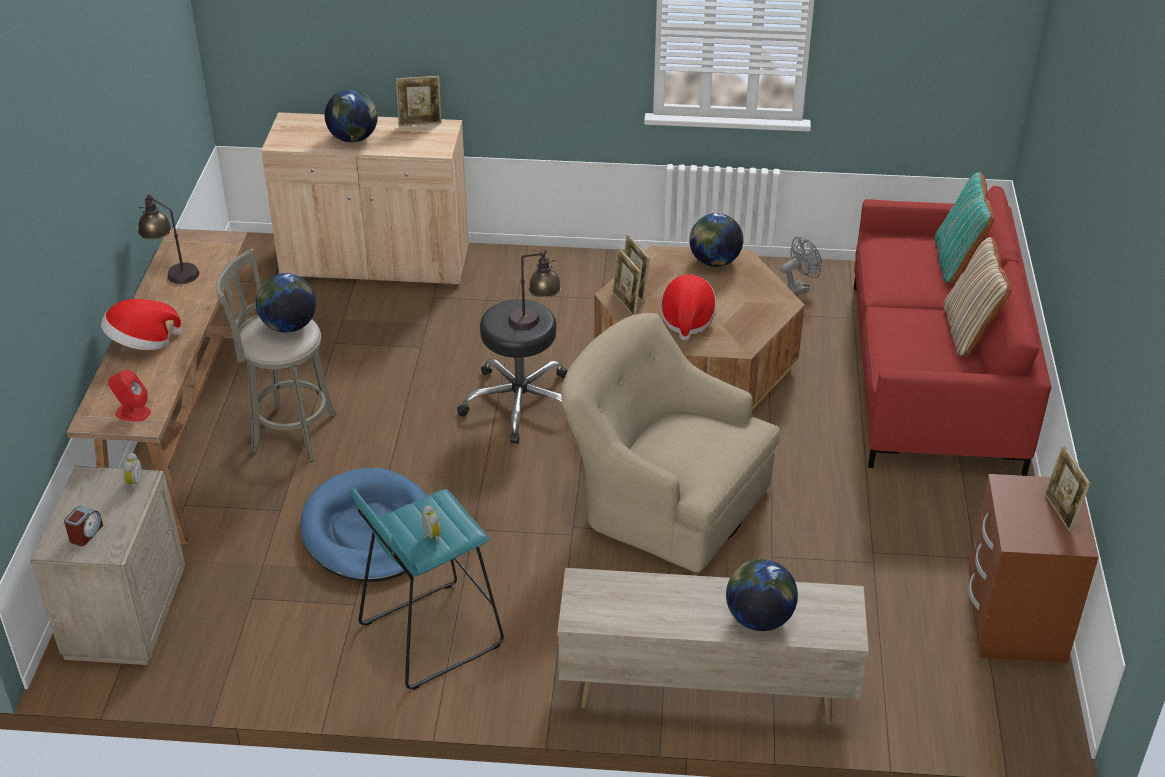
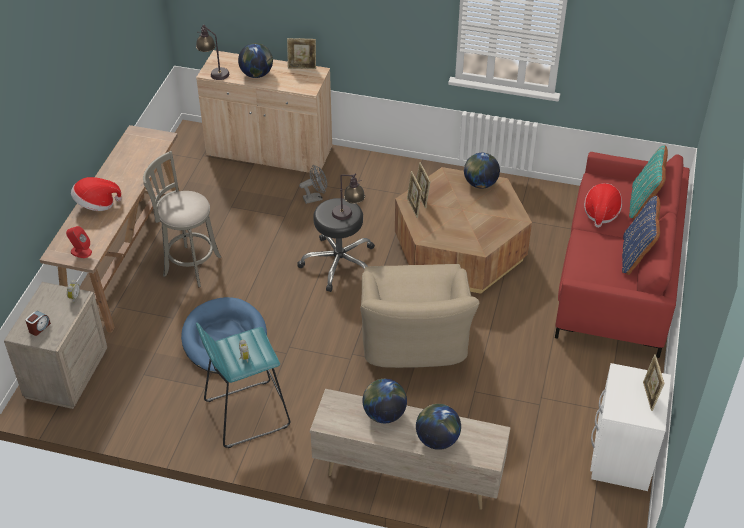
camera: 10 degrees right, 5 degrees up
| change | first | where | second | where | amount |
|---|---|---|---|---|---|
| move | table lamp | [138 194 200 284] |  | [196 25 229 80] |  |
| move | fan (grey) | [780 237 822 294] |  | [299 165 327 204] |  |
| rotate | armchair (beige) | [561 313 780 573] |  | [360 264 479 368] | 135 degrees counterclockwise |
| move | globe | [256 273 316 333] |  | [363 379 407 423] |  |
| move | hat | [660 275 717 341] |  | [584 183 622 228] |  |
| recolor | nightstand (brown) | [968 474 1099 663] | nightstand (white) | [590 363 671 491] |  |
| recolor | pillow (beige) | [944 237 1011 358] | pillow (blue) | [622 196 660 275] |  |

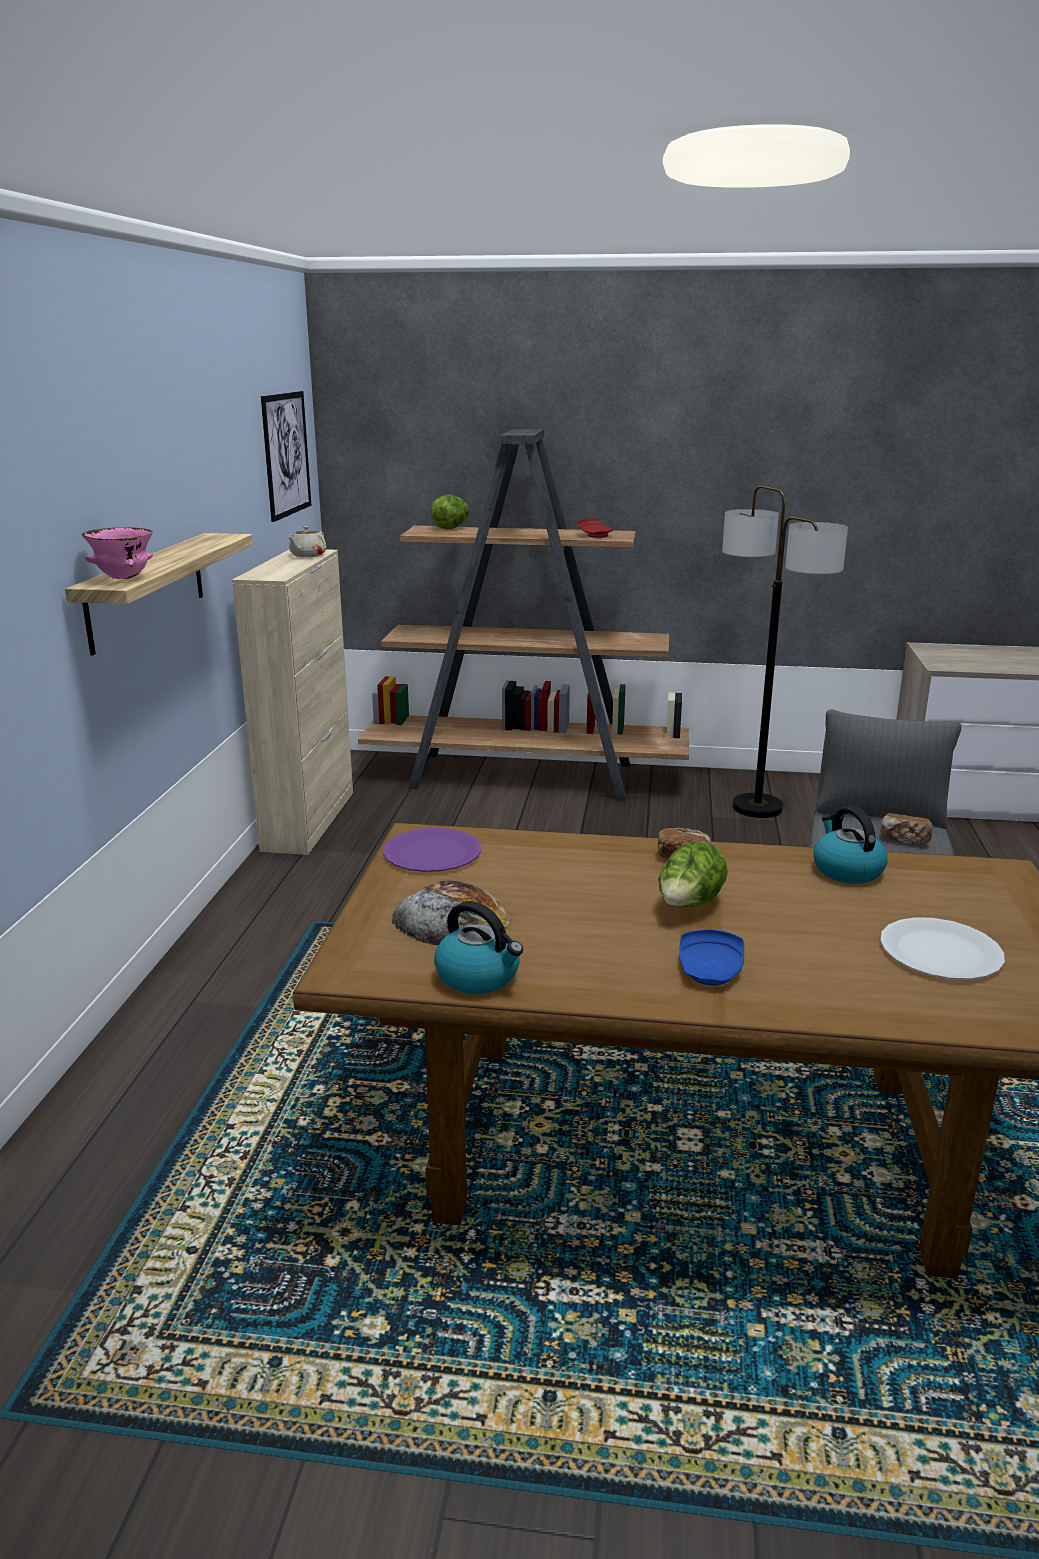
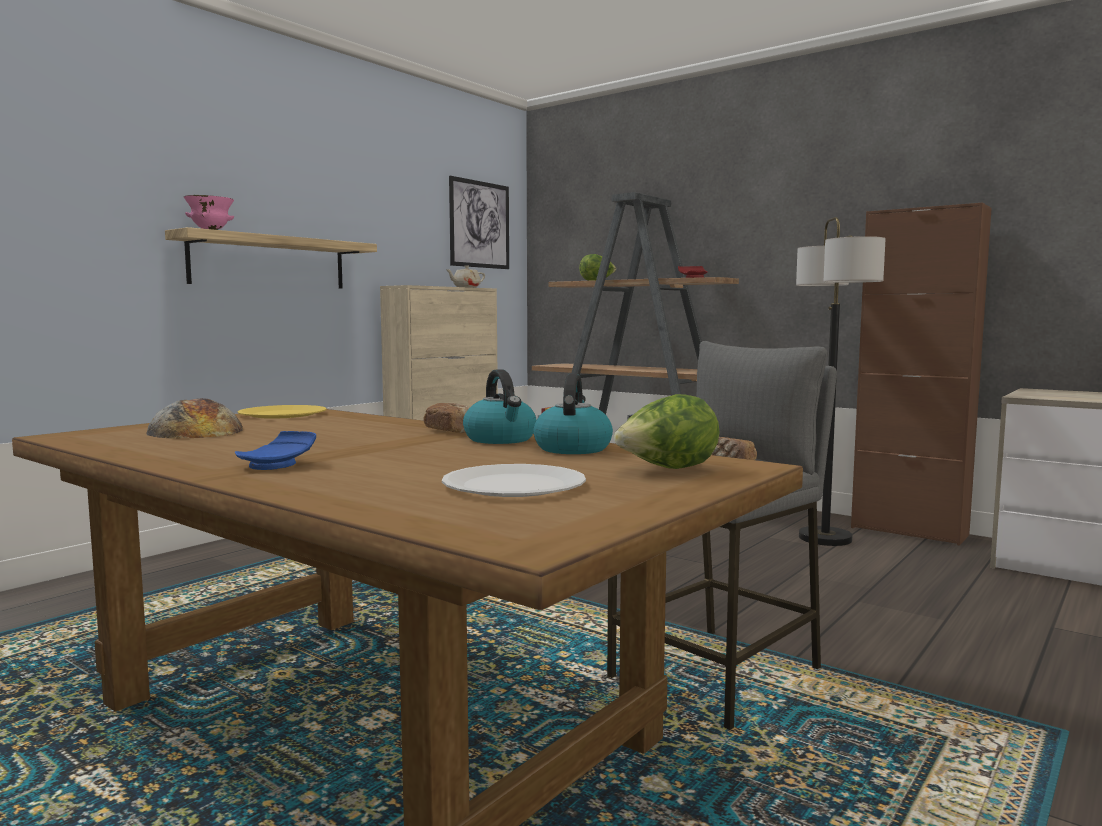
camera: 30 degrees right, 15 degrees down
| change | first | where | second | where | amount |
|---|---|---|---|---|---|
| recolor | plate (purple) | [383 828 481 872] | plate (yellow) | [237 405 326 419] |  |
| move | kettle | [434 901 523 994] |  | [463 369 536 444] |  |
| move | lettuce | [659 842 728 907] |  | [614 394 719 469] |  |
| insert |  |  | cabinet (brown) | [851 203 992 546] |  |

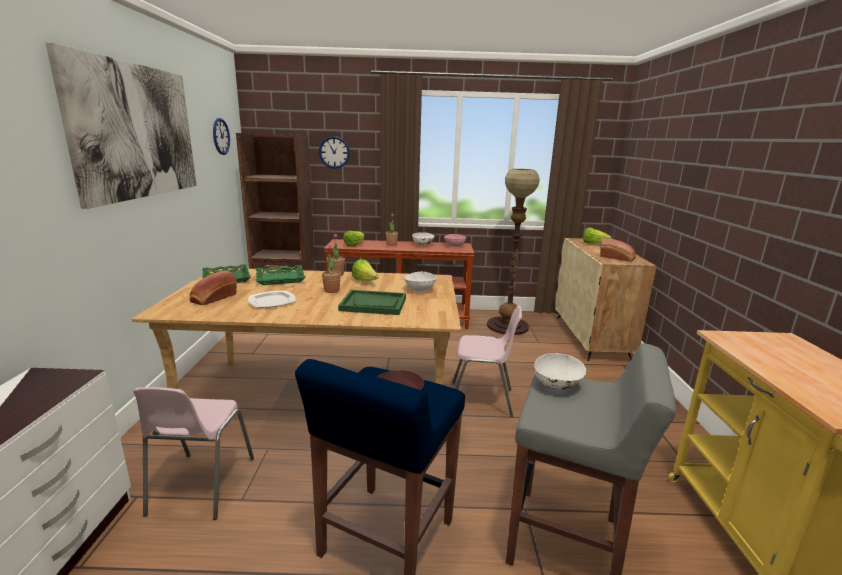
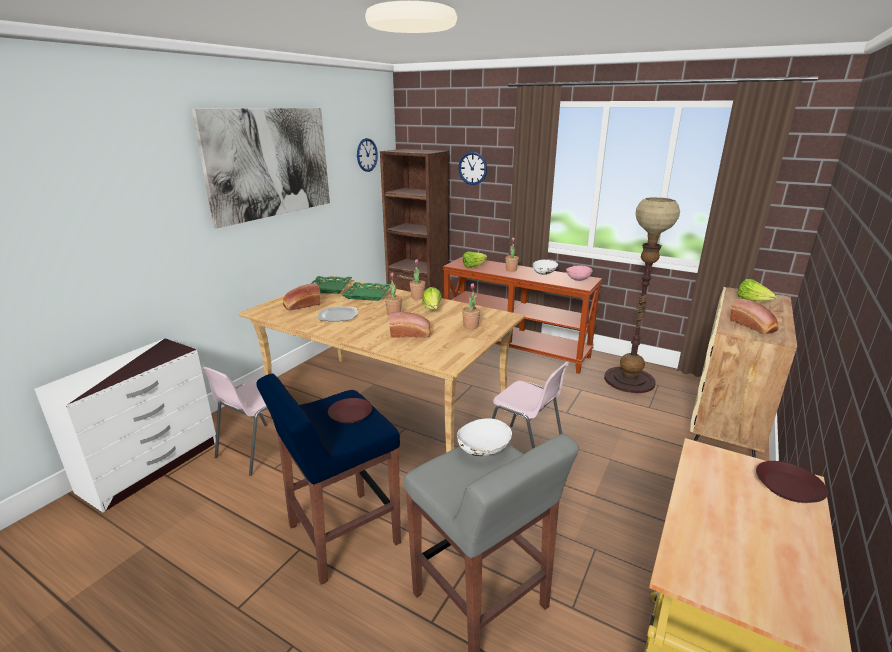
camera: 30 degrees right, 5 degrees up
| change | first | where | second | where | amount |
|---|---|---|---|---|---|
| replace | tray (green) | [338 290 406 315] | bread | [389 312 431 338] |  |
| replace | bowl (white) | [404 272 437 291] | potted plant | [462 283 480 329] |  |
| insert |  |  | plate (brown) | [756 461 828 503] |  |

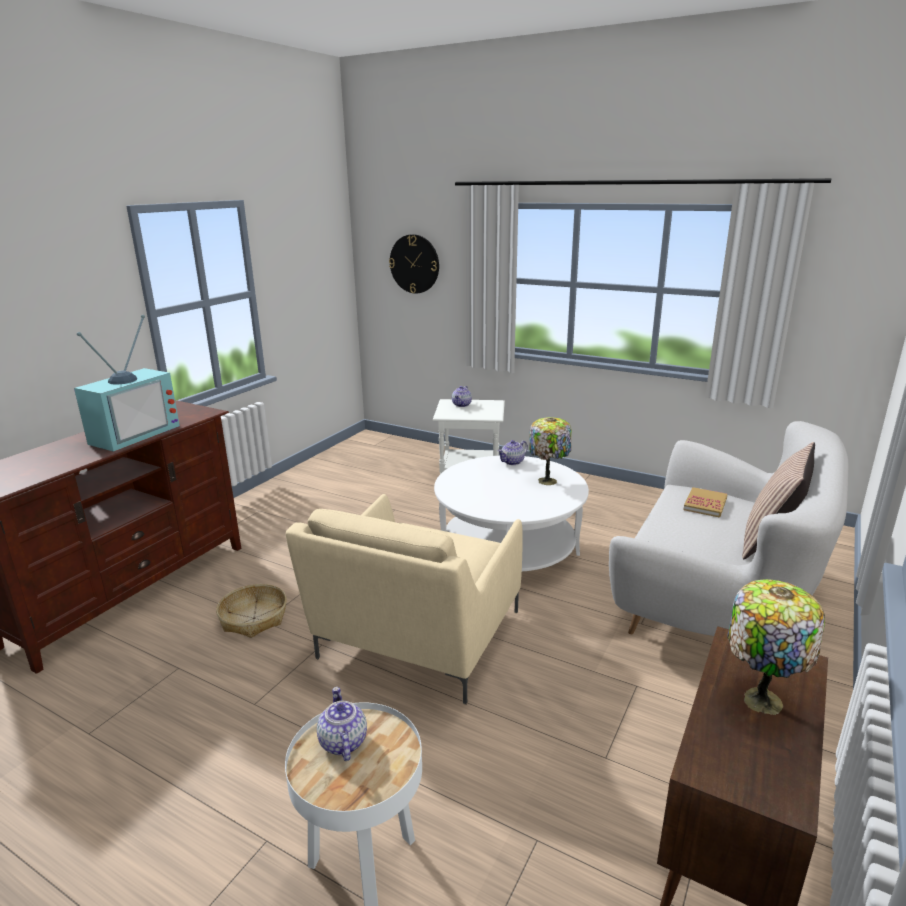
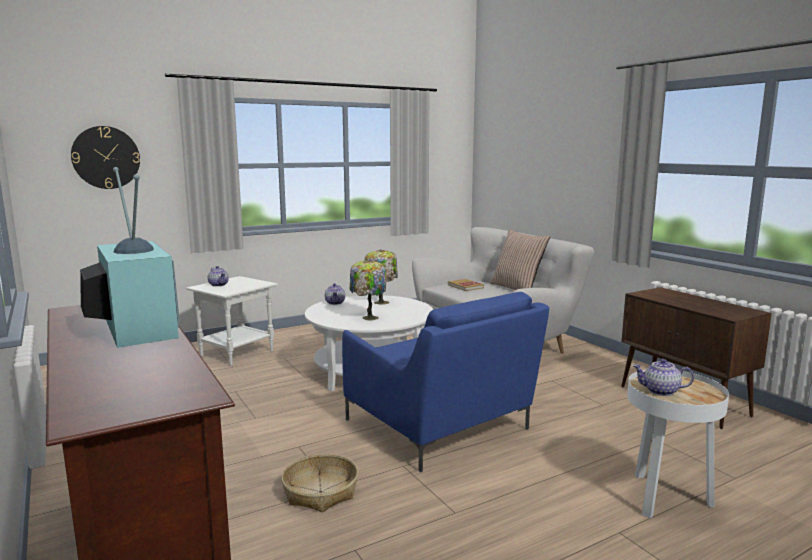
camera: 60 degrees left, 10 degrees down
| change | first | where | second | where | amount |
|---|---|---|---|---|---|
| recolor | armchair (beige) | [285 494 522 705] | armchair (blue) | [342 292 549 472] |  |
| move | table lamp | [727 579 825 715] |  | [349 260 386 321] |  |

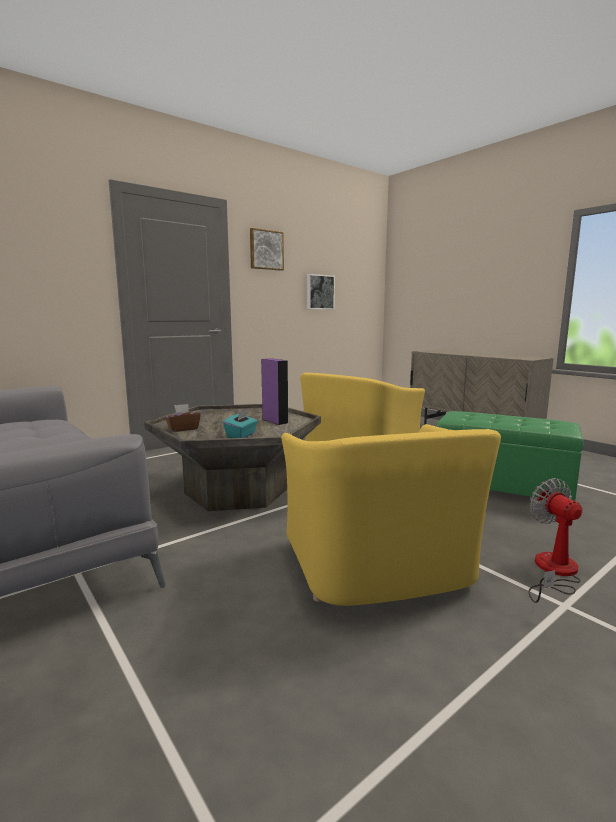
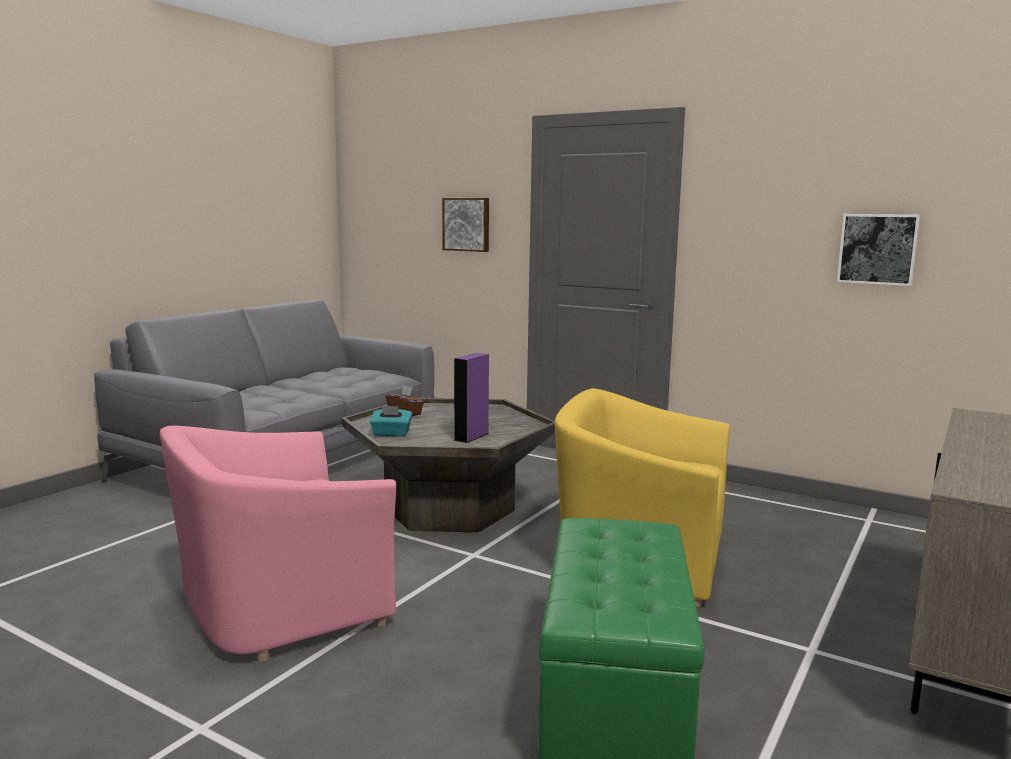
camera: 70 degrees right, 0 degrees up
| change | first | where | second | where | amount |
|---|---|---|---|---|---|
| recolor | armchair (yellow) | [281 424 501 606] | armchair (pink) | [160 426 397 662] |  |
| move | picture | [250 228 284 271] |  | [442 198 489 252] |  |
| delete | fan | [528 478 582 603] |  |  |  |

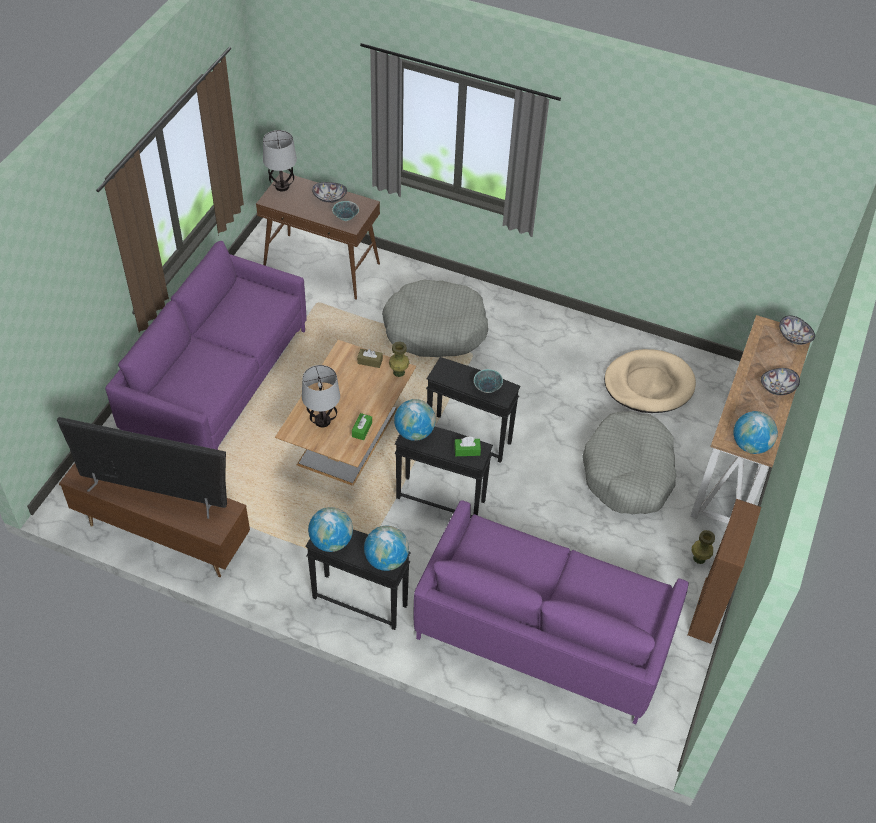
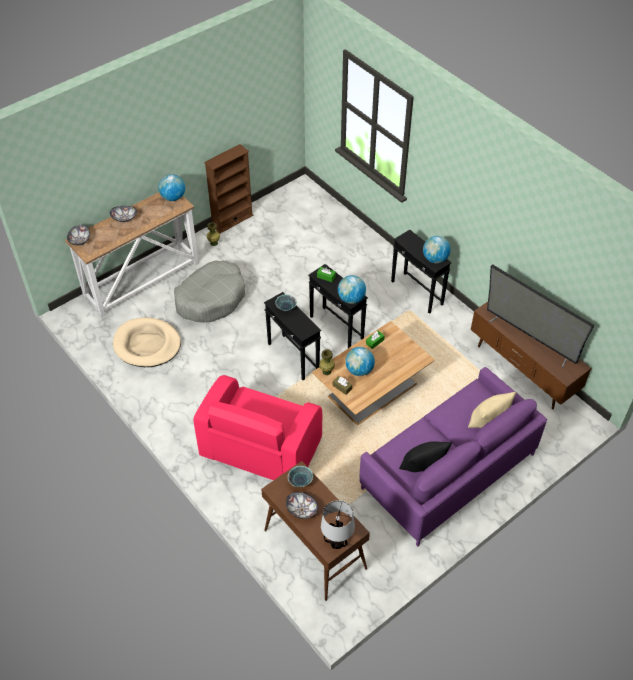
camera: 150 degrees left, 0 degrees up
| change | first | where | second | where | amount |
|---|---|---|---|---|---|
| replace | dog bed (grey) | [382 280 488 357] | armchair (pink) | [193 375 322 480] |  |
| move | globe | [364 526 409 571] |  | [345 347 375 376] |  |
| insert |  |  | pillow (black) | [399 441 452 472] |  |
| insert |  |  | pillow (beige) | [468 392 516 428] |  |
| delete | table lamp | [302 365 340 427] |  |  |  |
| delete | sofa (purple) | [414 500 689 725] |  |  |  |

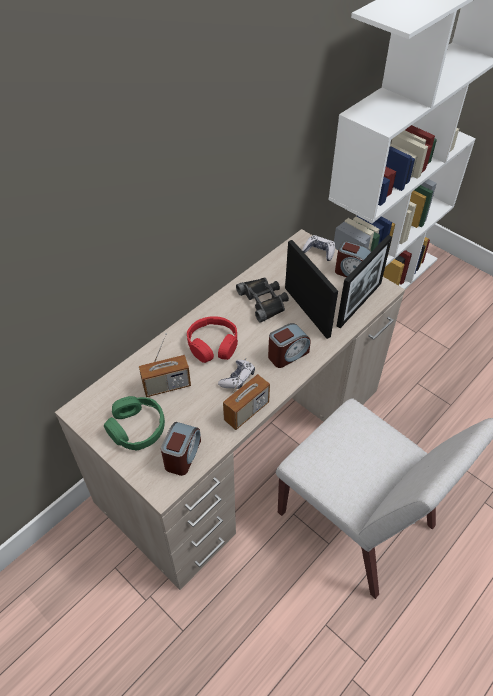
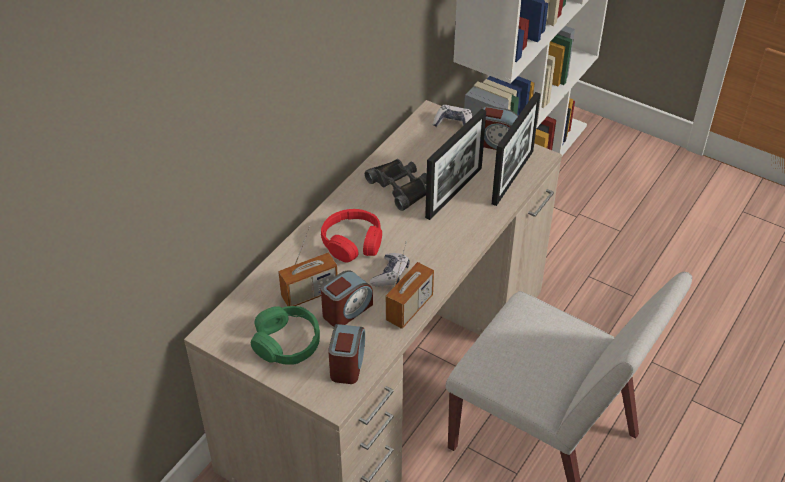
camera: 10 degrees left, 5 degrees down
| change | first | where | second | where | amount |
|---|---|---|---|---|---|
| move | alarm clock | [268 323 311 368] |  | [321 270 373 327] |  |
| rotate | picture frame | [285 240 338 339] |  | [425 109 486 220] | 75 degrees clockwise |

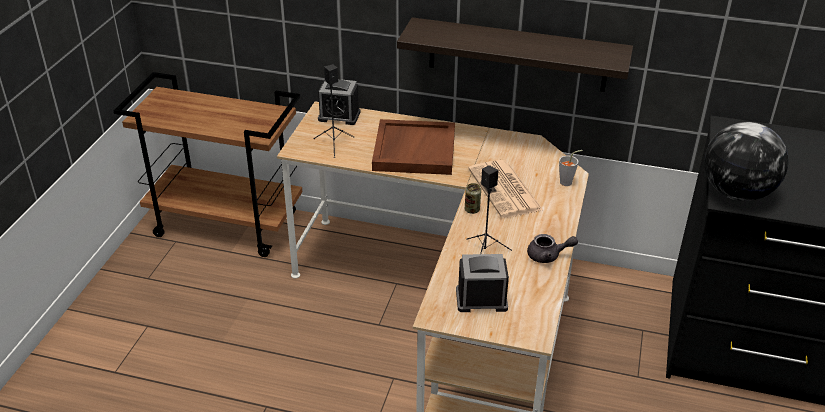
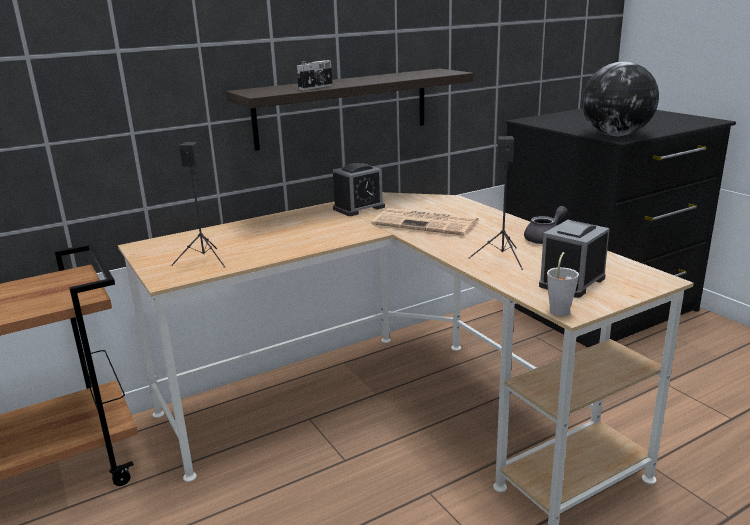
camera: 45 degrees left, 15 degrees down
| change | first | where | second | where | amount |
|---|---|---|---|---|---|
| insert |  |  | photo camera | [297 60 333 90] |  |
| move | alarm clock | [318 79 361 125] |  | [333 163 385 216] |  |
| move | cup (grey) | [559 150 583 186] |  | [547 252 579 317] |  |
| delete | tray (brown) | [372 119 455 175] |  |  |  |
| delete | can | [465 183 481 214] |  |  |  |

